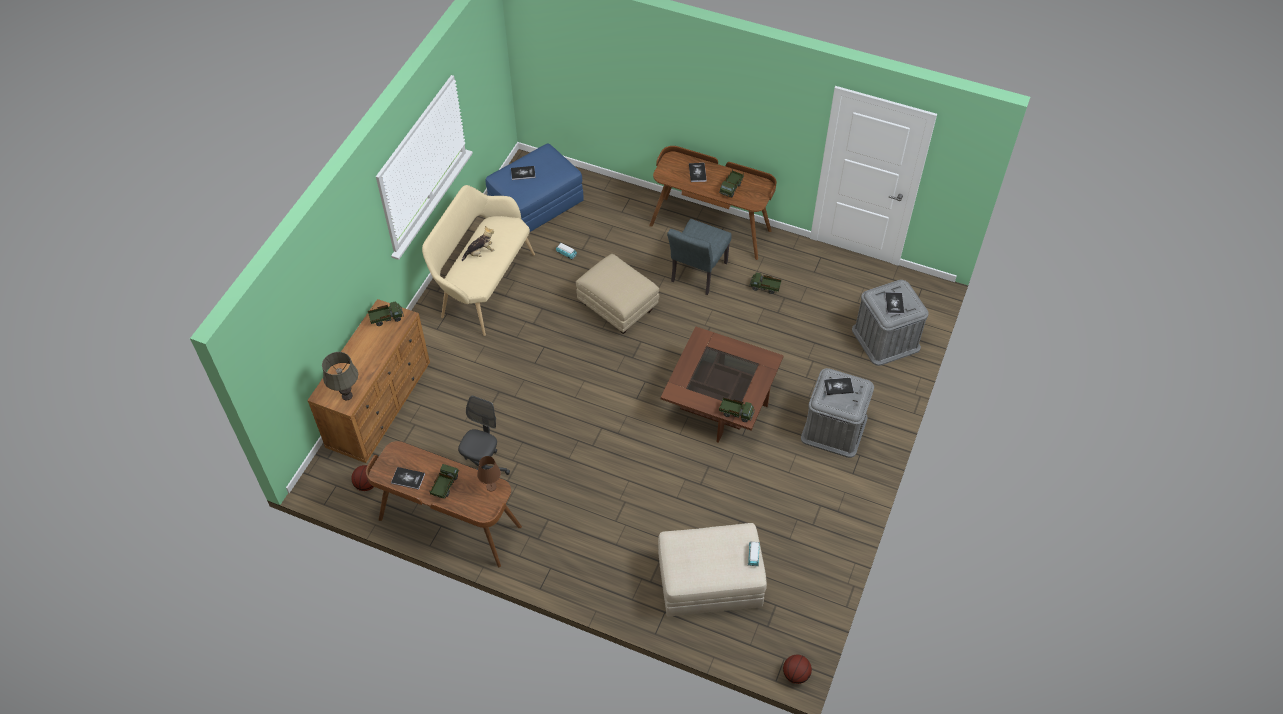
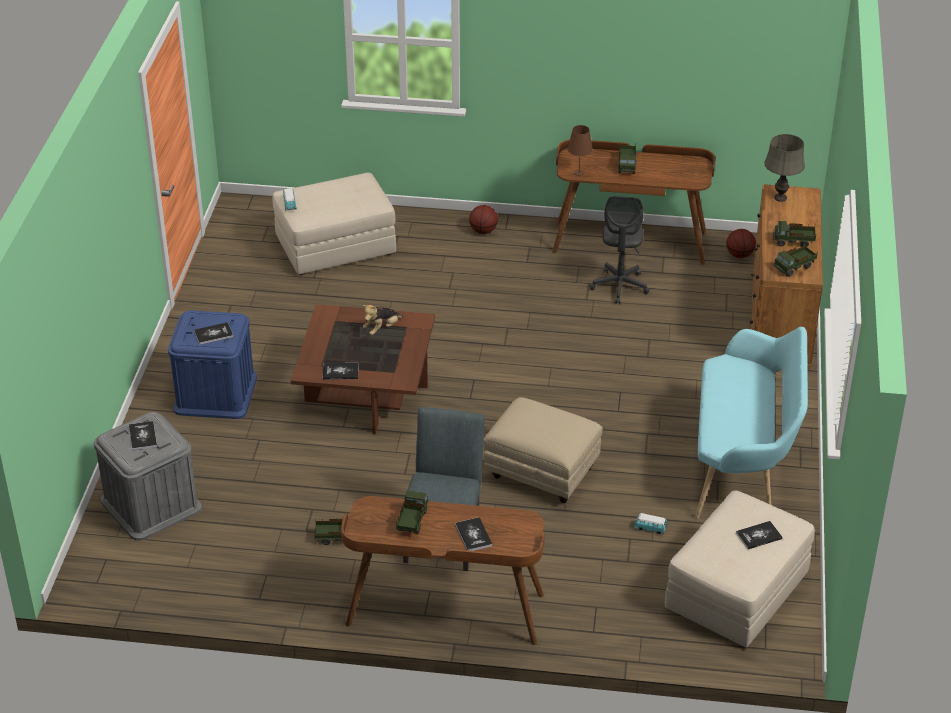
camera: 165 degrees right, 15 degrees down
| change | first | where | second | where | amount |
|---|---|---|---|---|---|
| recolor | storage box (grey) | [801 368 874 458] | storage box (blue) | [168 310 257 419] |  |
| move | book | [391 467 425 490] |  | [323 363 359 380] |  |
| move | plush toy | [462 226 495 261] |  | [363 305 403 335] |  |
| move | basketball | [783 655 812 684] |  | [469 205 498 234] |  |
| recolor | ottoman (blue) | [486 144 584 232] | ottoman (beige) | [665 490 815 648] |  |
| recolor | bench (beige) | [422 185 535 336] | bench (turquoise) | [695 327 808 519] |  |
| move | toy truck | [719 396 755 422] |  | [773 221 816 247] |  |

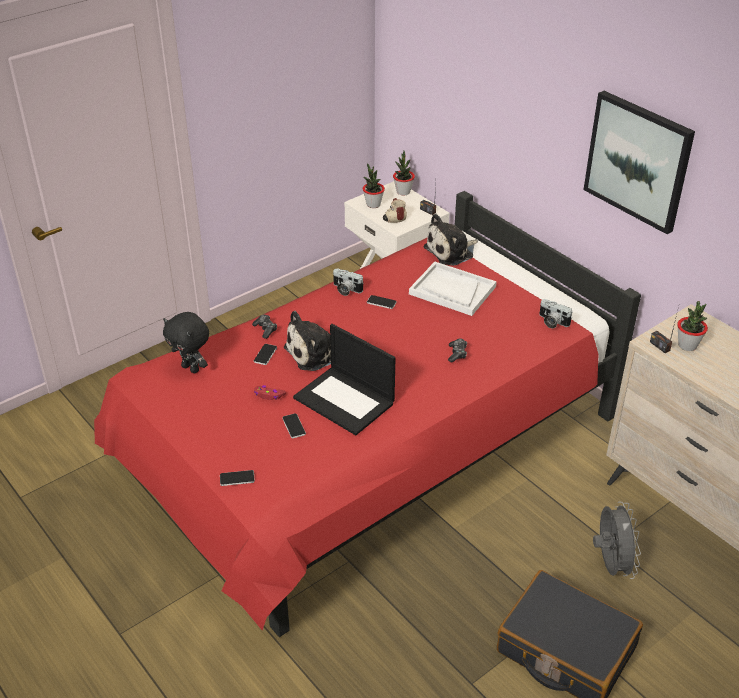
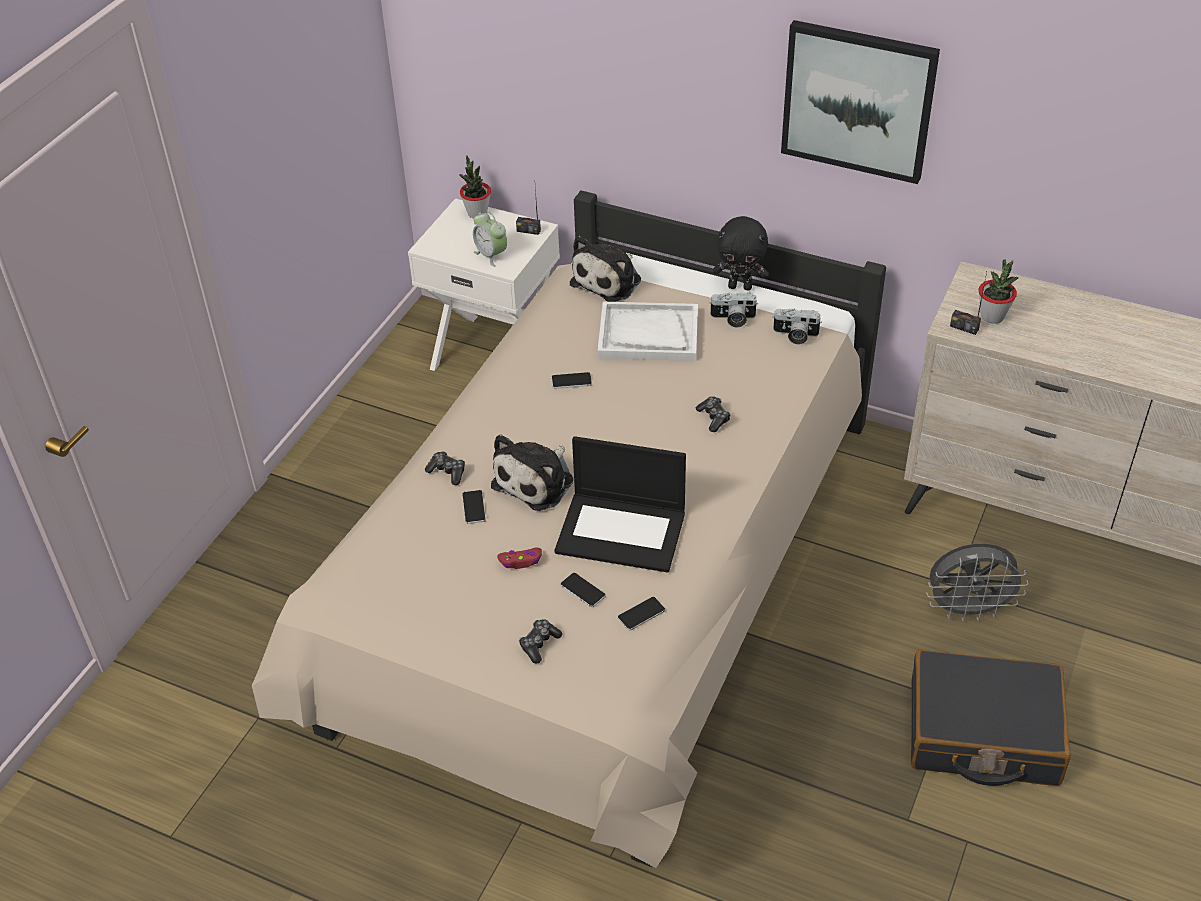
camera: 25 degrees left, 5 degrees up
| change | first | where | second | where | amount |
|---|---|---|---|---|---|
| recolor | bed (red) | [94 191 641 637] | bed (beige) | [252 190 886 868] |  |
| replace | mug | [383 198 407 223] | alarm clock | [473 211 507 267] |  |
| insert |  |  | game controller | [519 619 562 664] |  |
| move | phone | [220 470 255 486] |  | [618 597 665 631] |  |
| move | photo camera | [333 269 364 296] |  | [709 293 757 328] |  |
| move | plush toy (black) | [163 312 209 373] |  | [713 216 769 290] |  |
| rotate | fan (grey) | [593 502 641 579] |  | [926 543 1028 622] | 120 degrees clockwise |
| delete | potted plant | [363 163 385 208] |  |  |  |

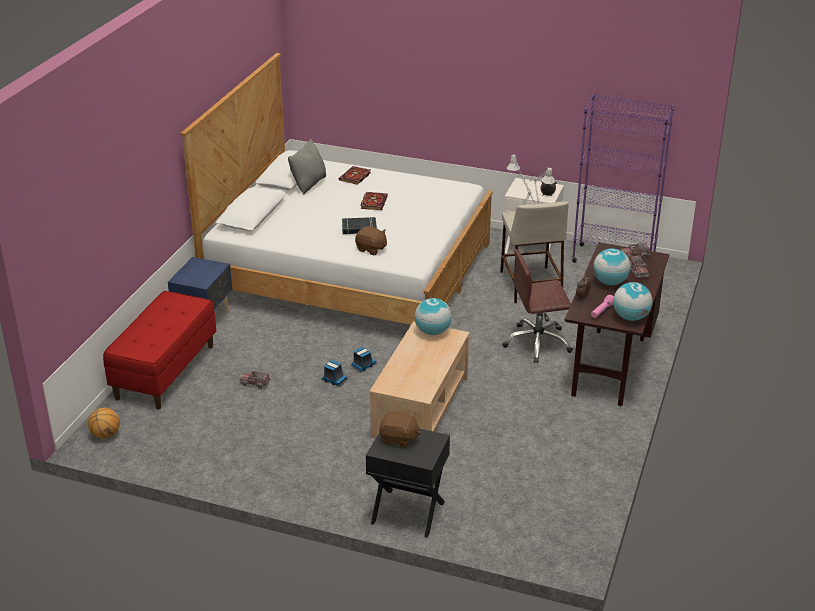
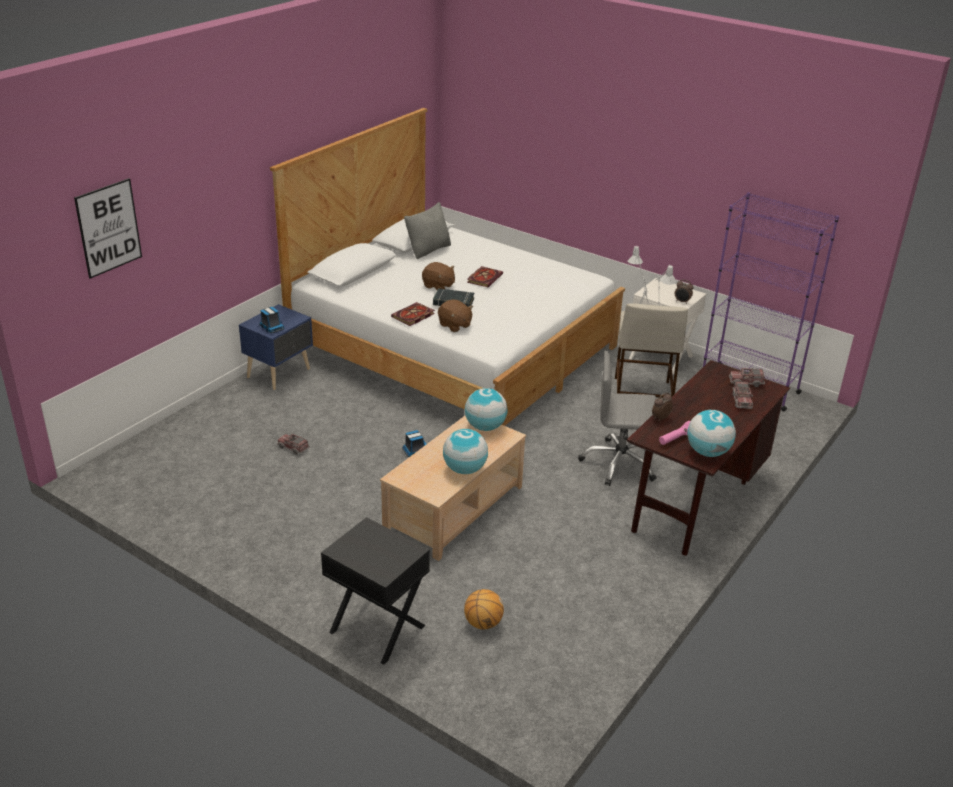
camera: 15 degrees right, 0 degrees up
| change | first | where | second | where | amount |
|---|---|---|---|---|---|
| insert |  |  | picture | [74 178 142 279] |  |
| move | toy truck | [321 360 348 386] |  | [259 307 284 333] |  |
| move | book | [339 166 371 185] |  | [391 302 435 326] |  |
| move | plush toy (brown) | [379 411 421 448] |  | [422 262 455 290] |  |
| move | globe | [593 248 631 285] |  | [443 429 488 474] |  |
| move | basketball | [88 408 120 439] |  | [464 589 504 629] |  |
| recolor | office chair (brown) | [502 249 573 363] | office chair (grey) | [578 350 656 486] |  |
| delete | bench (red) | [103 291 216 410] |  |  |  |

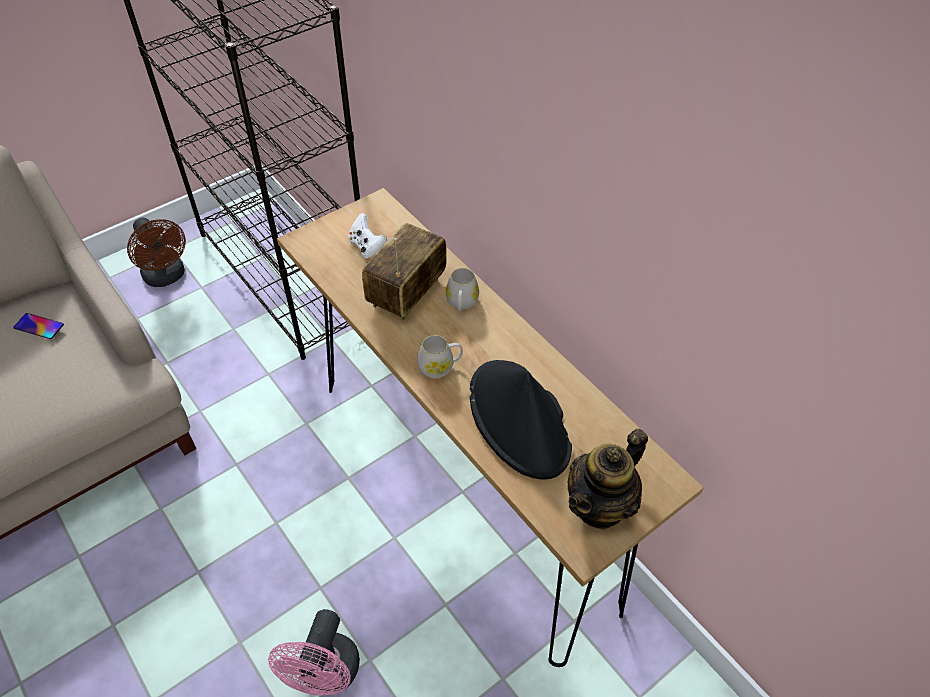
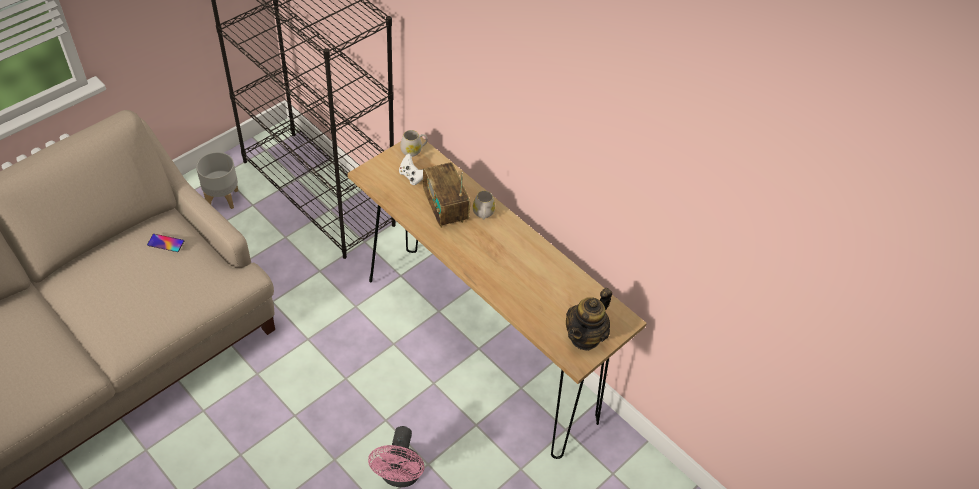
camera: 10 degrees left, 0 degrees up
| change | first | where | second | where | amount |
|---|---|---|---|---|---|
| replace | fan (brown) | [127 218 186 287] | planter (grey) | [196 152 238 209] |  |
| move | mug (white) | [417 335 463 379] |  | [400 130 428 157] |  |
| rotate | radio | [362 223 447 321] |  | [423 162 470 228] | 45 degrees counterclockwise |
| delete | hat (black) | [470 360 572 480] |  |  |  |

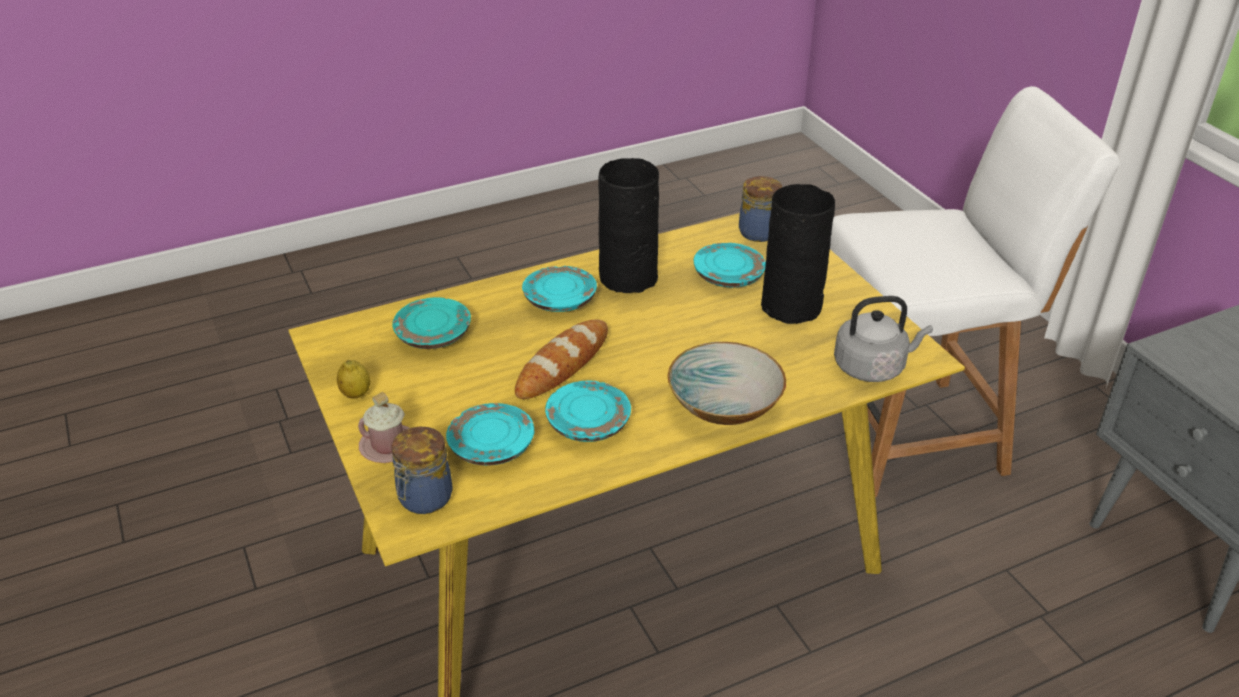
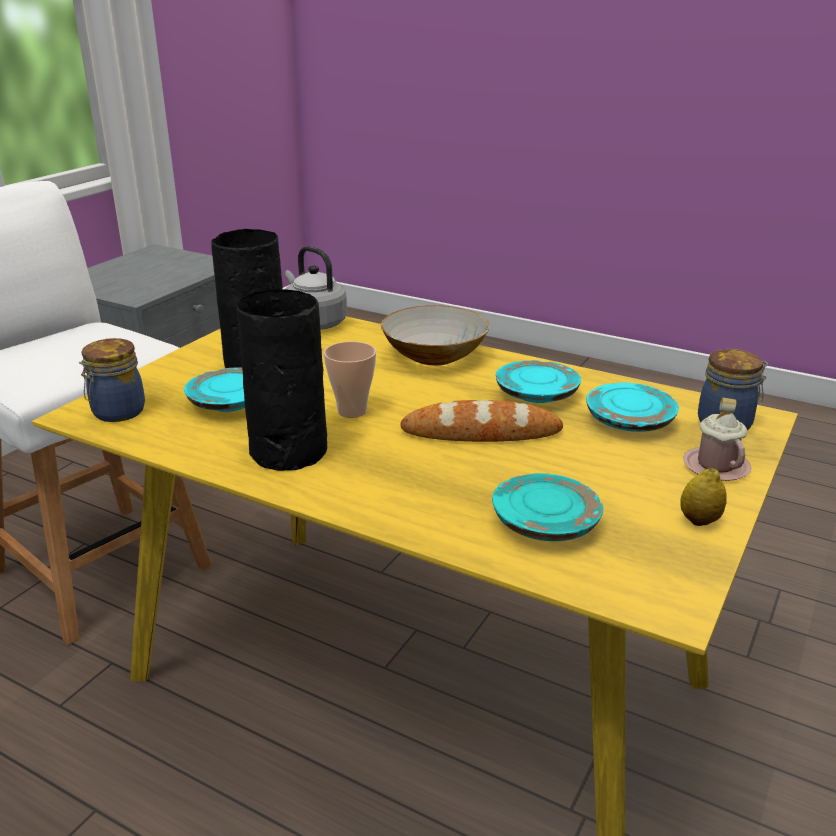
camera: 125 degrees left, 10 degrees down
| change | first | where | second | where | amount |
|---|---|---|---|---|---|
| insert |  |  | cup | [324 341 376 418] |  |
| delete | plate (turquoise) | [522 266 597 312] |  |  |  |

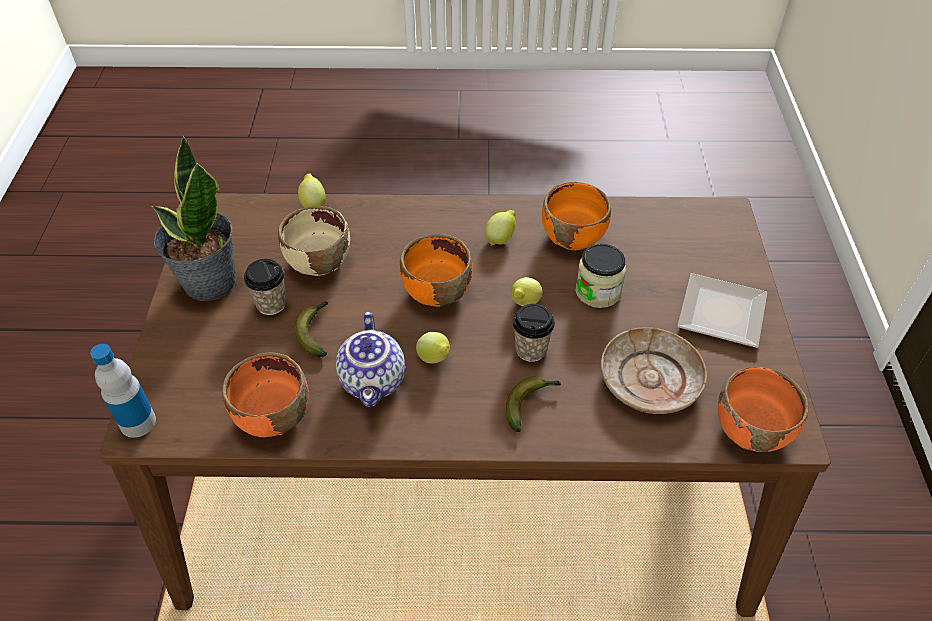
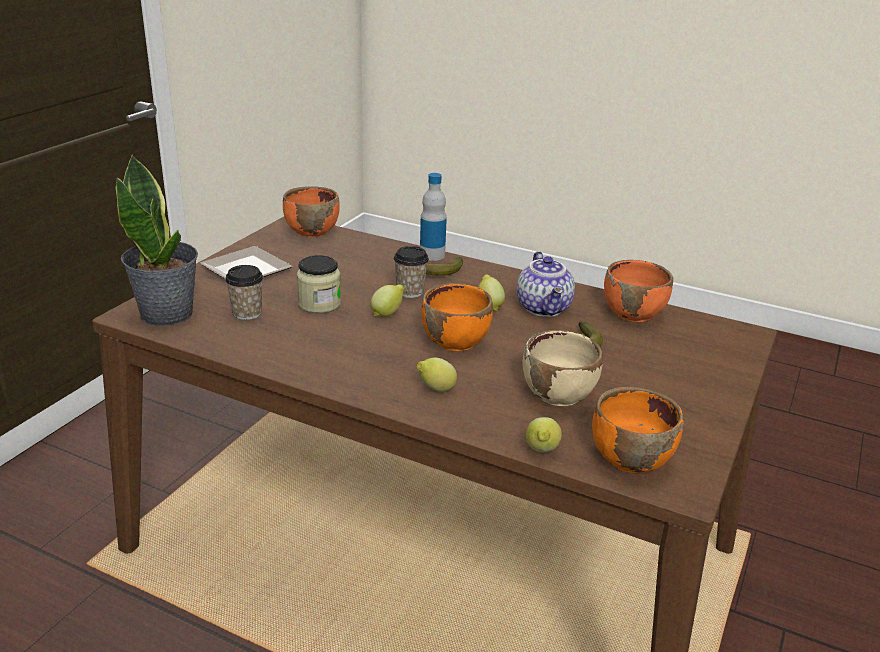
camera: 155 degrees left, 20 degrees down
| change | first | where | second | where | amount |
|---|---|---|---|---|---|
| move | potted plant | [151 136 237 301] |  | [116 154 198 326] |  |
| move | cup | [244 259 287 315] |  | [225 265 263 320] |  |
| move | lemon | [485 210 516 246] |  | [417 357 457 392] |  |
| move | bottle | [90 344 156 438] |  | [420 173 447 261] |  |
| rotate | teapot | [336 312 405 407] |  | [517 251 575 317] | 150 degrees clockwise |
| move | bowl (orange) | [542 182 611 250] |  | [592 387 684 473] |  |
| delete | plate (beige) | [601 327 707 414] |  |  |  |

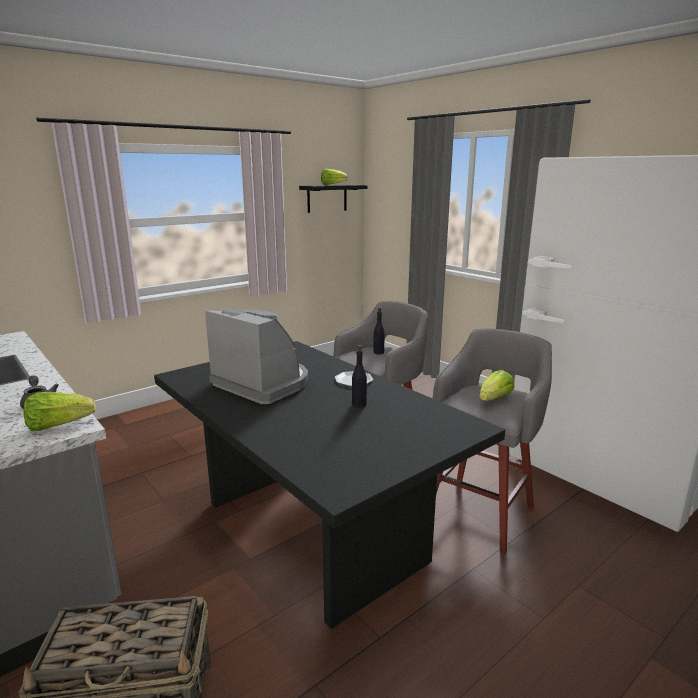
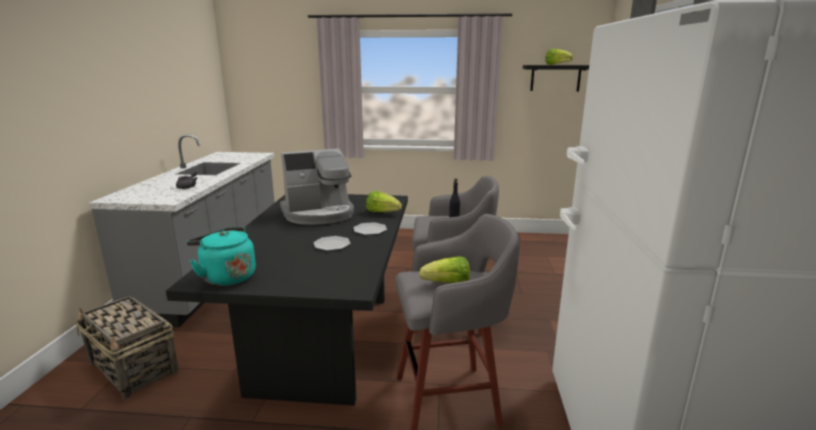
camera: 45 degrees right, 0 degrees up
| change | first | where | second | where | amount |
|---|---|---|---|---|---|
| insert |  |  | kettle (turquoise) | [187 227 256 286] |  |
| rotate | coffee machine | [205 309 308 404] |  | [280 148 354 225] | 75 degrees clockwise |
| replace | bottle (black) | [352 345 367 408] | plate | [314 236 351 251] |  |
| move | lettuce | [23 392 96 431] |  | [366 191 402 212] |  |

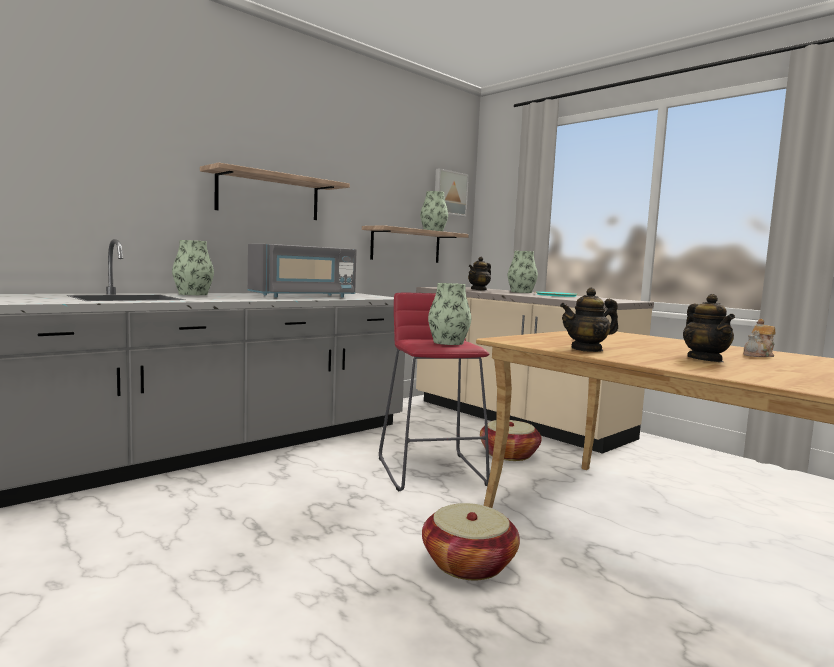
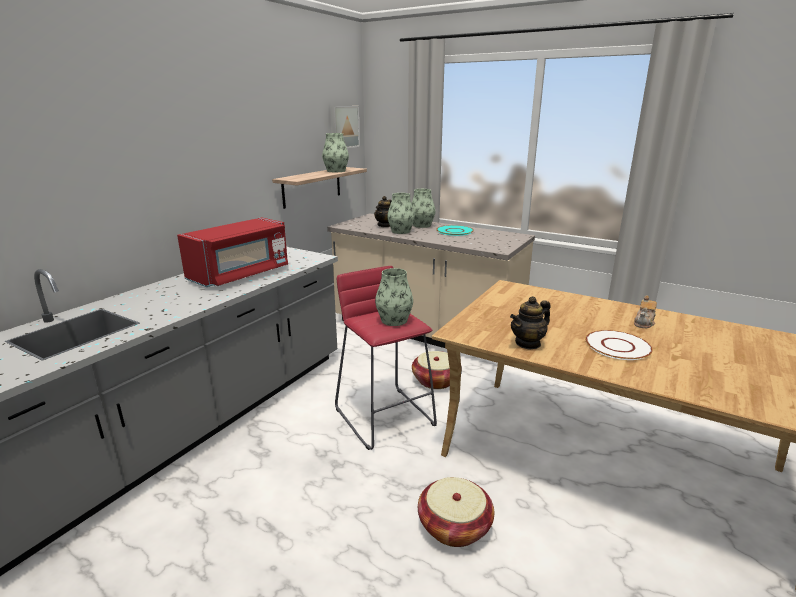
camera: 15 degrees left, 15 degrees up
| change | first | where | second | where | amount |
|---|---|---|---|---|---|
| recolor | microwave (grey) | [248 244 357 297] | microwave (red) | [177 217 288 287] |  |
| move | vase | [172 240 214 295] |  | [387 193 415 234] |  |
| replace | teapot | [683 294 735 362] | plate (white) | [585 330 653 360] |  |
| delete | shelf | [200 162 350 220] |  |  |  |

